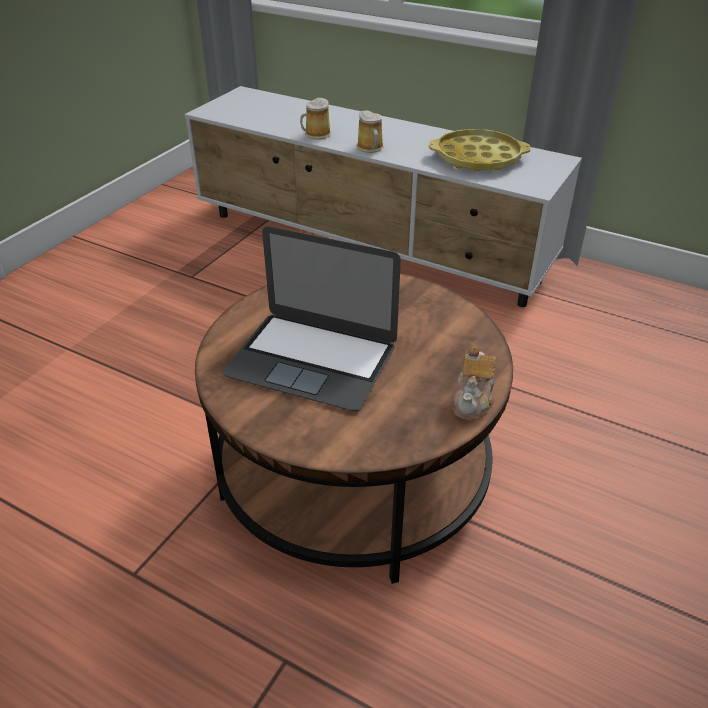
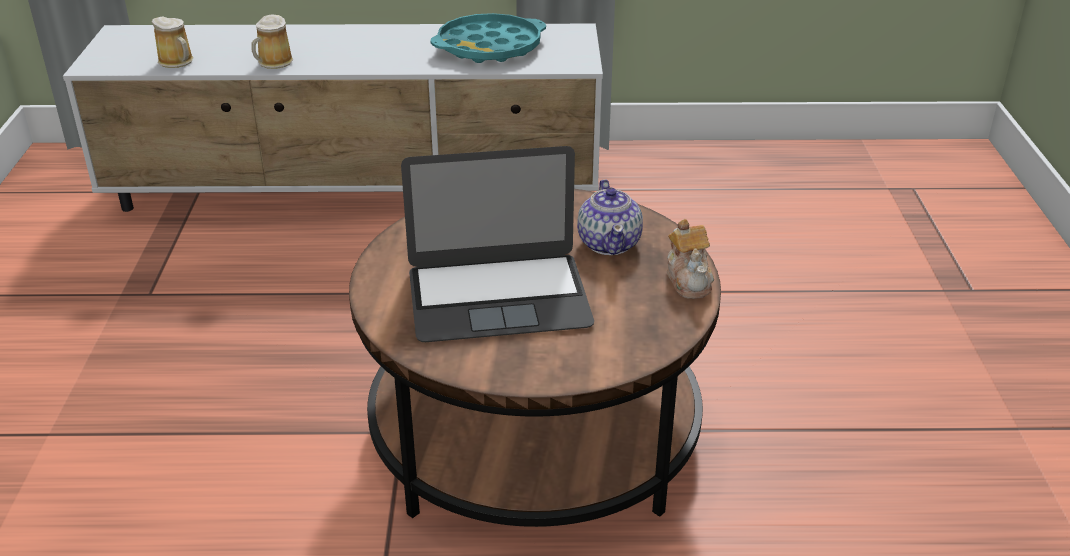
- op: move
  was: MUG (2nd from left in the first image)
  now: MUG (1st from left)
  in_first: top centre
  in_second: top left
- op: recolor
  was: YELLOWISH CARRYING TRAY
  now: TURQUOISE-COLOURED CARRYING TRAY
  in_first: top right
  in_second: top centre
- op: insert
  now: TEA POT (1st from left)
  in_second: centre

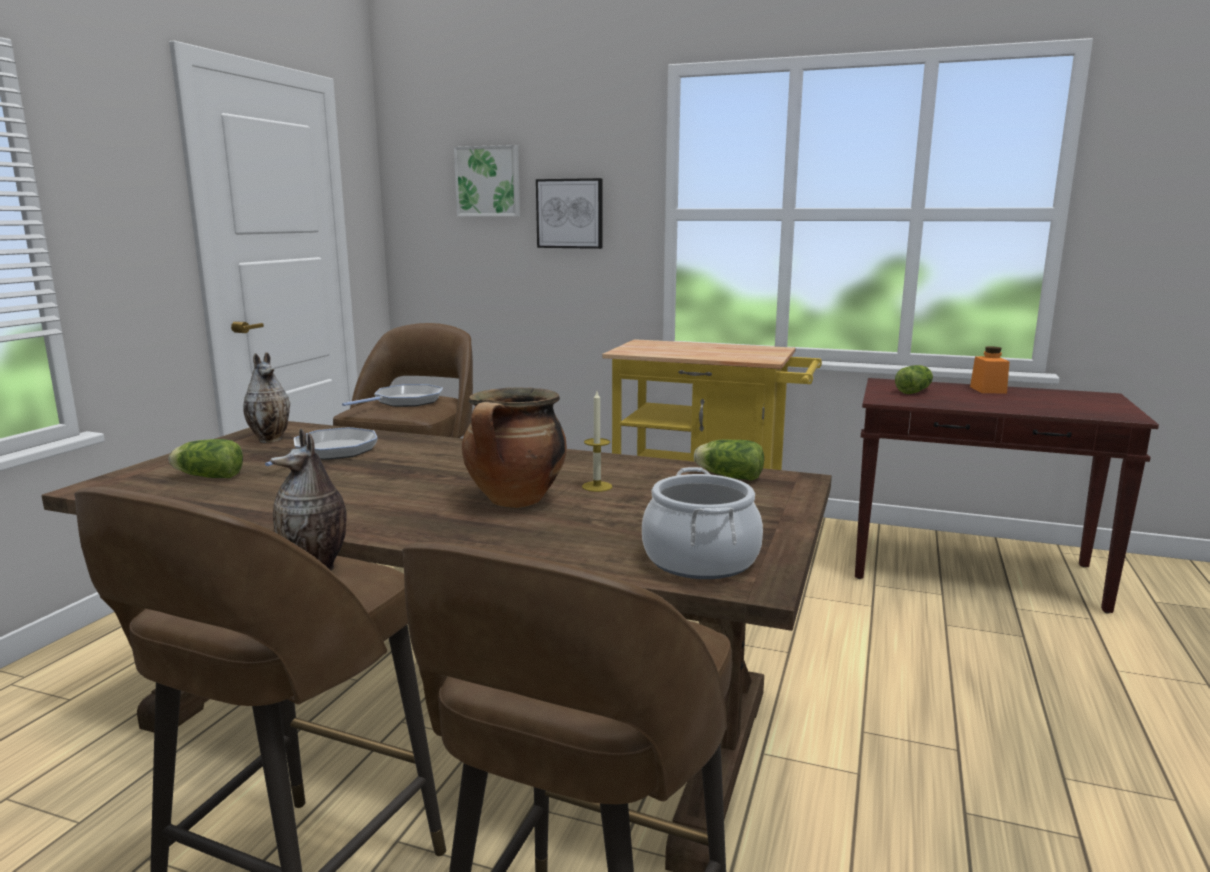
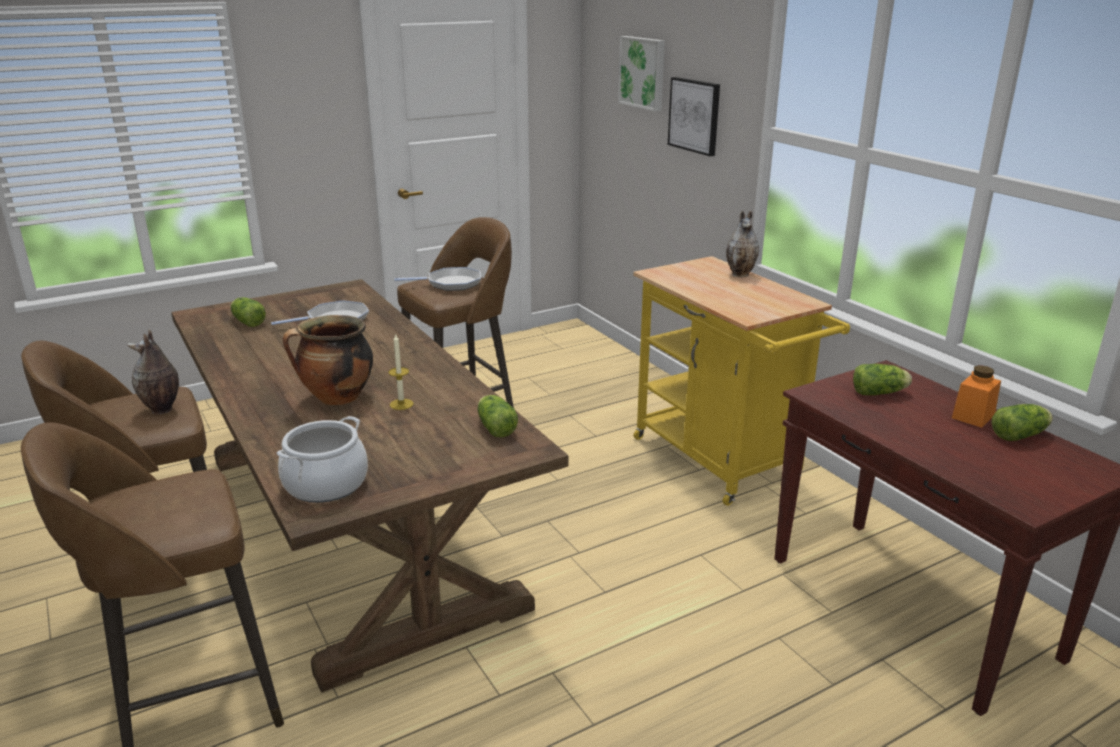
- op: move
  was: VASE (1st from left in the first image)
  now: VASE (2nd from left)
  in_first: middle left
  in_second: top centre
- op: insert
  now: HEAD OF LETTUCE (4th from left)
  in_second: middle right

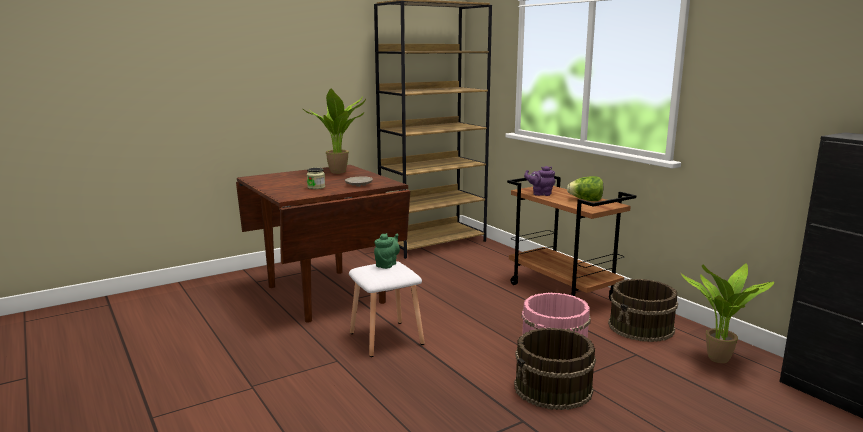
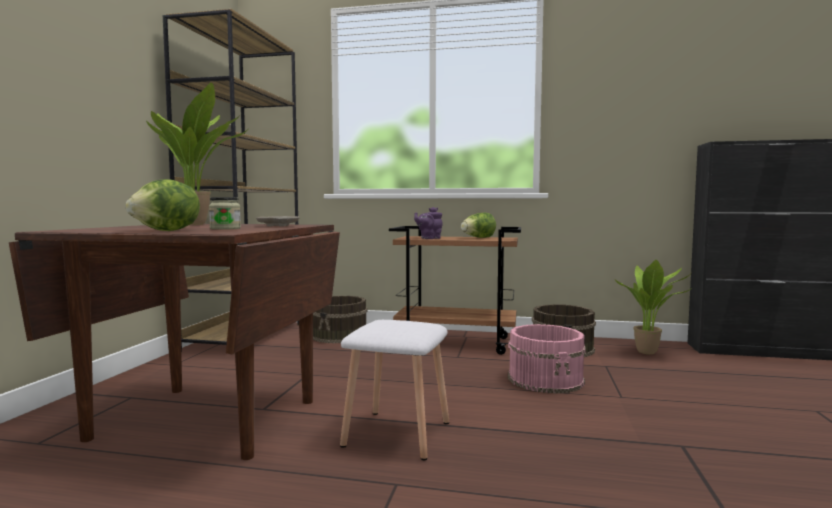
- op: delete
  was: GREENISH TEA POT
  in_first: centre
- op: move
  was: BROWN-COLOURED BUCKET (1st from left)
  in_first: bottom centre
  in_second: centre
- op: insert
  now: HEAD OF LETTUCE (1st from left)
  in_second: middle left

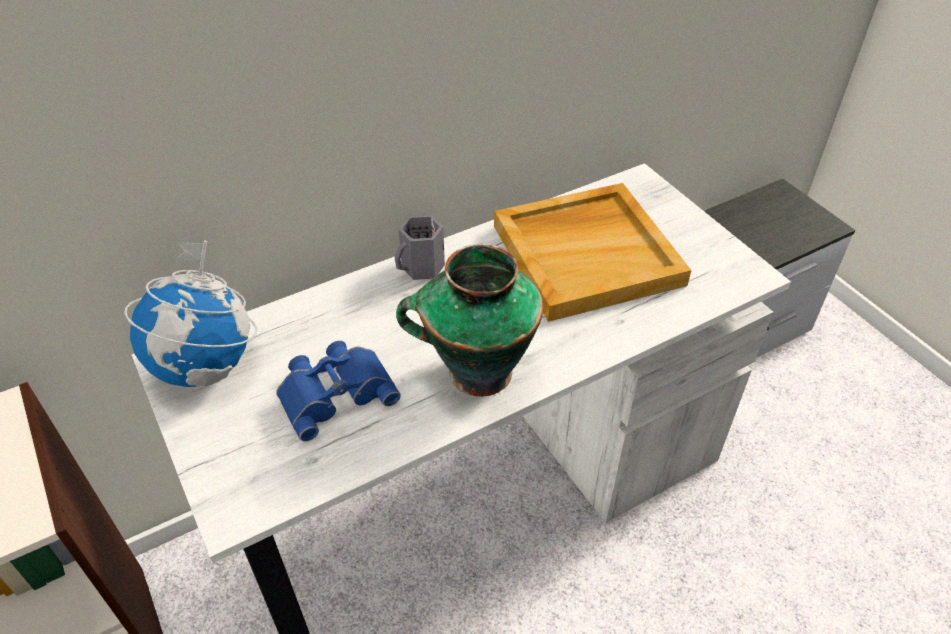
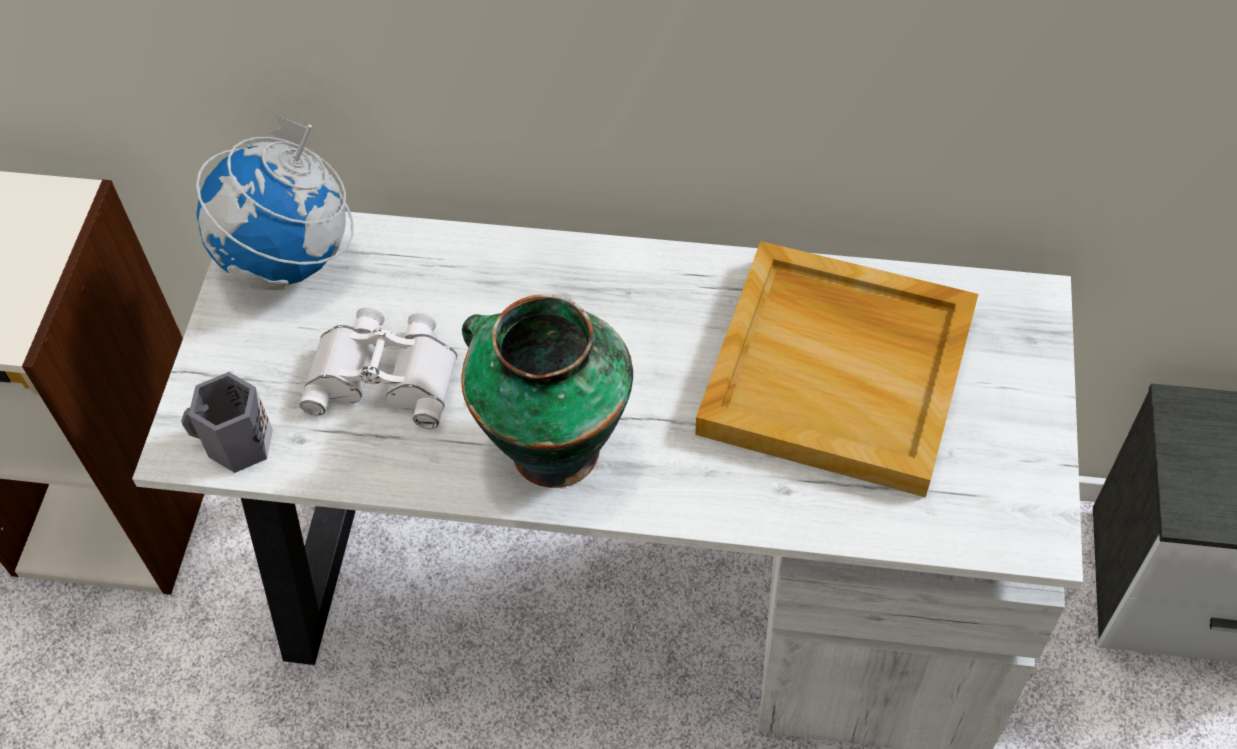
- op: recolor
  was: BLUE FIELD GLASSES
  now: WHITISH FIELD GLASSES
  in_first: centre
  in_second: middle left
- op: move
  was: GREYISH MUG
  in_first: centre
  in_second: middle left

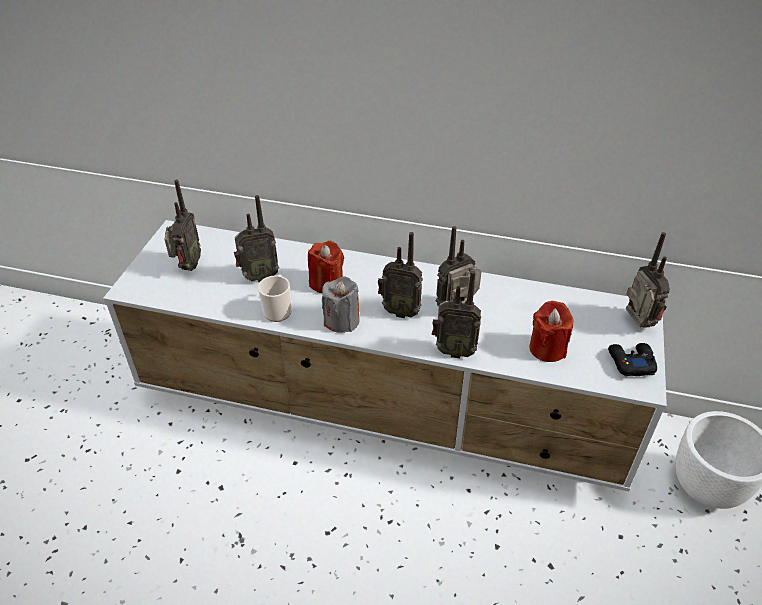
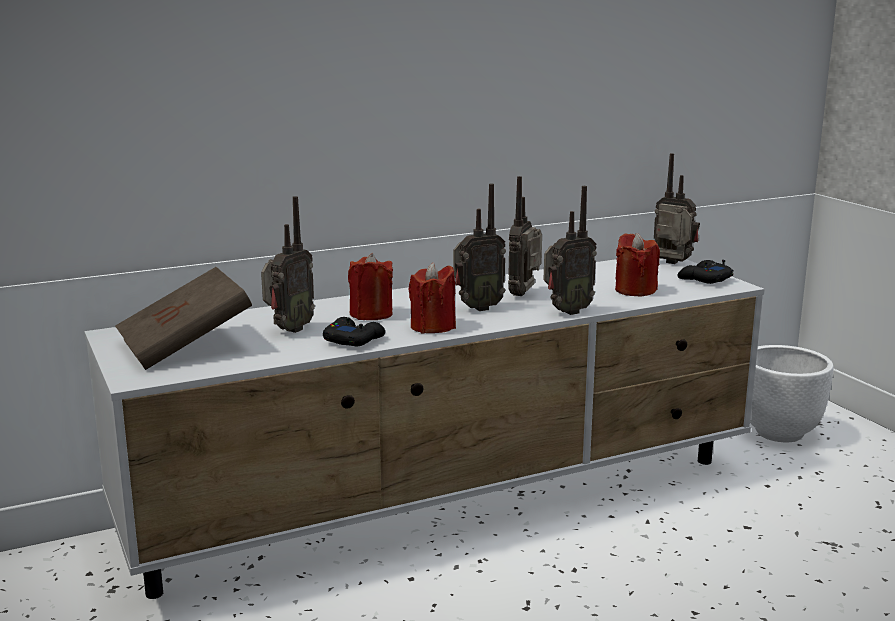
- op: replace
  was: RADIO (1st from left)
  now: BROWN-COLOURED BOOK
  in_first: middle left
  in_second: middle left
- op: replace
  was: MUG
  now: BLACK GAMEPAD (1st from left)
  in_first: centre
  in_second: centre
- op: recolor
  was: GREYISH CANDLE
  now: RED CANDLE (2nd from left)
  in_first: centre
  in_second: centre

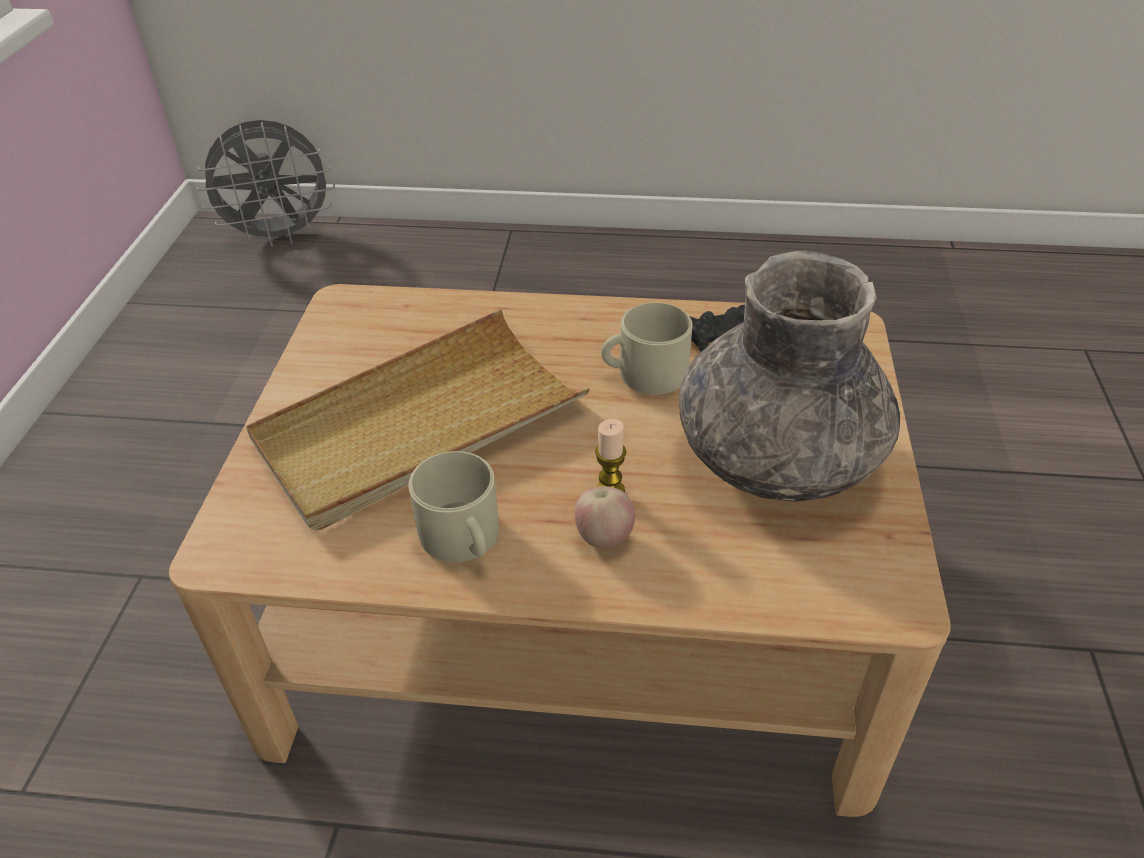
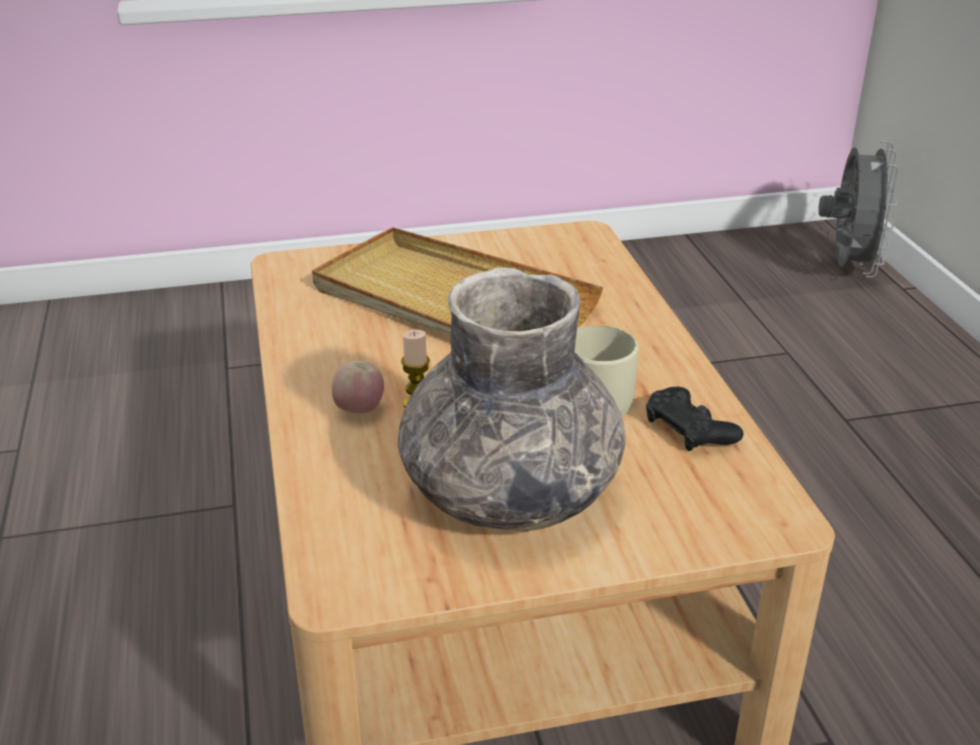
- op: rotate
  was: GREYISH COOLING FAN
  in_first: top left
  in_second: top right
  clockwise: -135
- op: delete
  was: BEIGE MUG (1st from left)
  in_first: centre

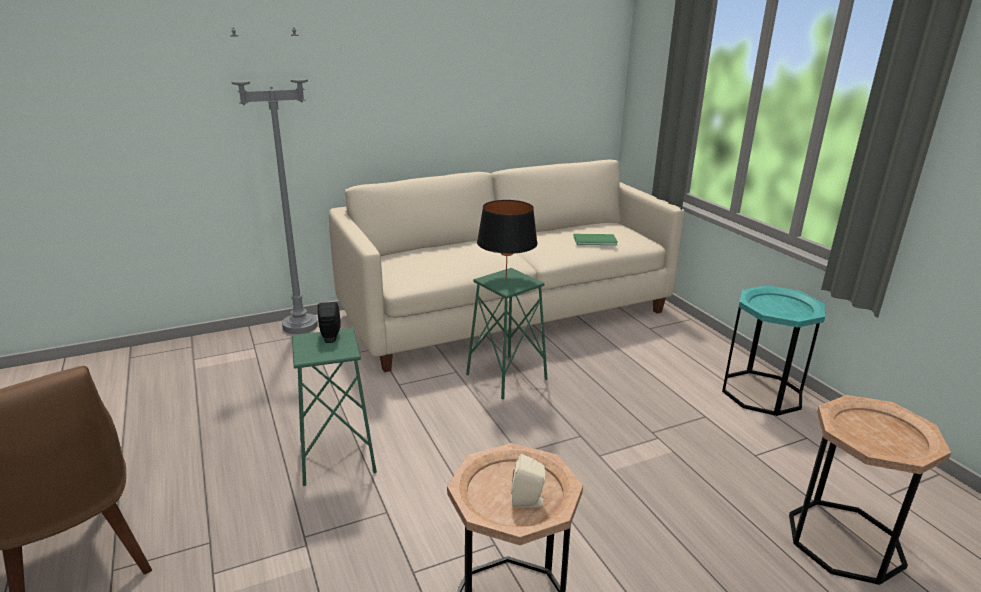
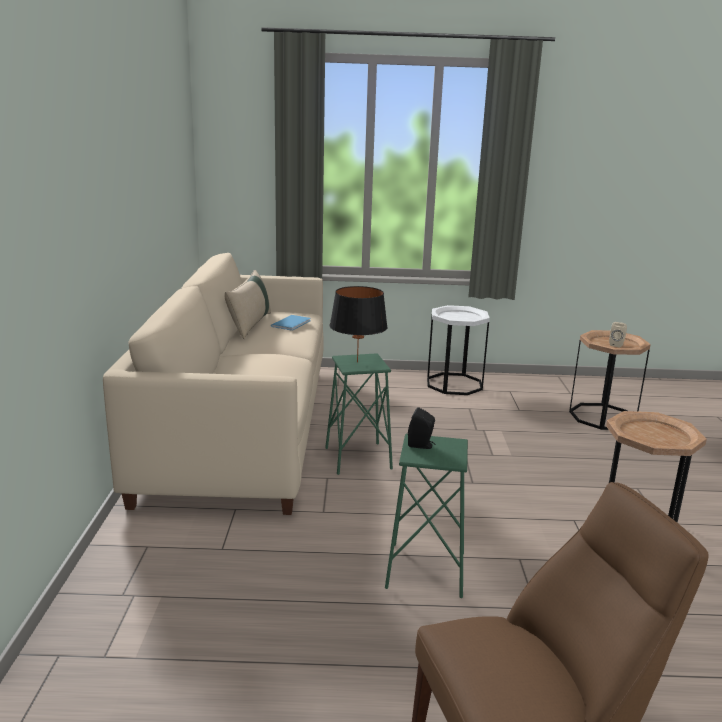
- op: delete
  was: GREYISH STANDARD LAMP
  in_first: top left
- op: move
  was: BEIGE SPEAKER
  in_first: bottom centre
  in_second: middle right
- op: recolor
  was: GREENISH BOOK
  now: BLUE BOOK
  in_first: centre
  in_second: centre
- op: recolor
  was: TURQUOISE-COLOURED END TABLE
  now: WHITISH END TABLE
  in_first: middle right
  in_second: centre
- op: insert
  now: BEIGE PILLOW
  in_second: centre

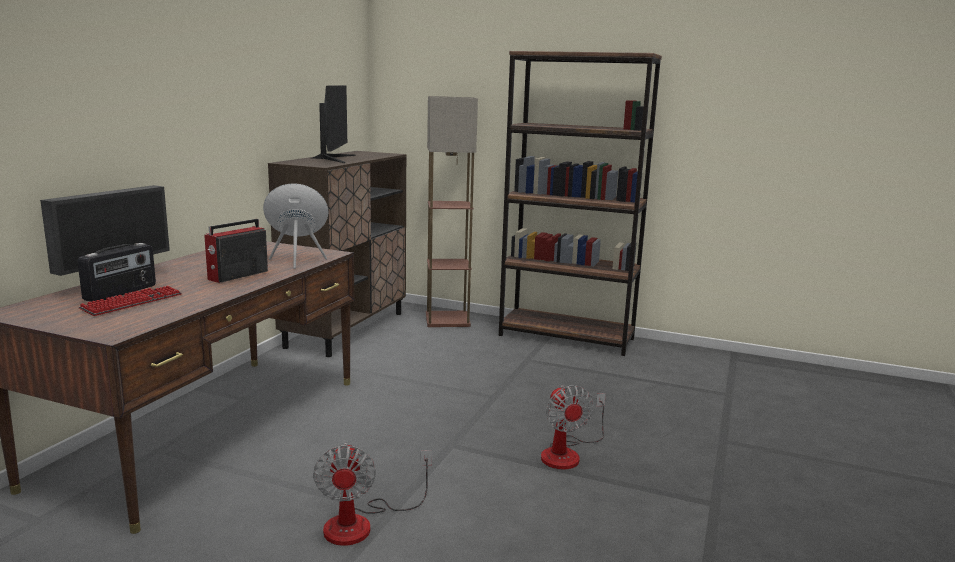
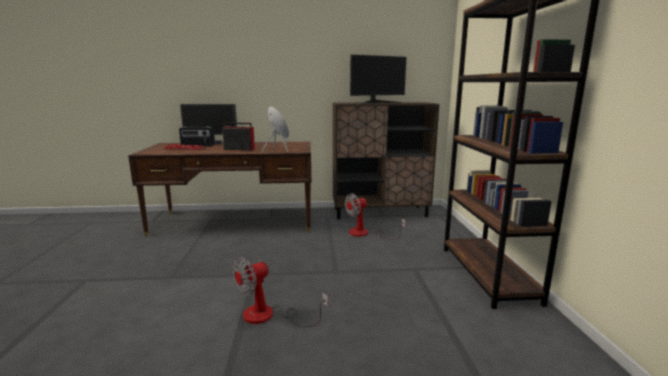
- op: move
  was: COOLING FAN (1st from left in the first image)
  now: COOLING FAN (2nd from left)
  in_first: bottom centre
  in_second: centre
- op: delete
  was: STANDARD LAMP
  in_first: centre

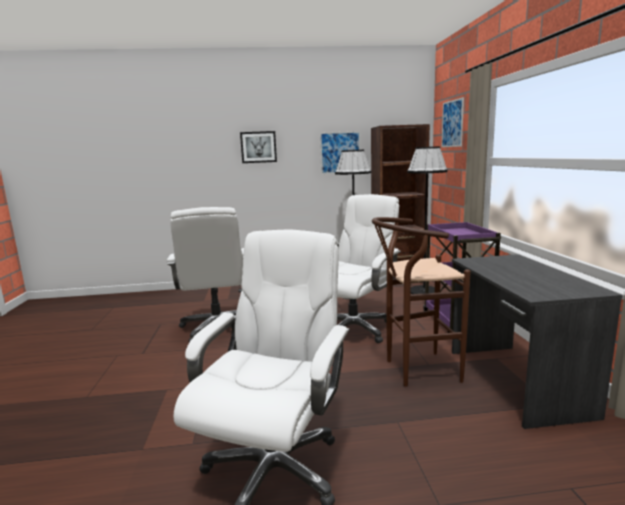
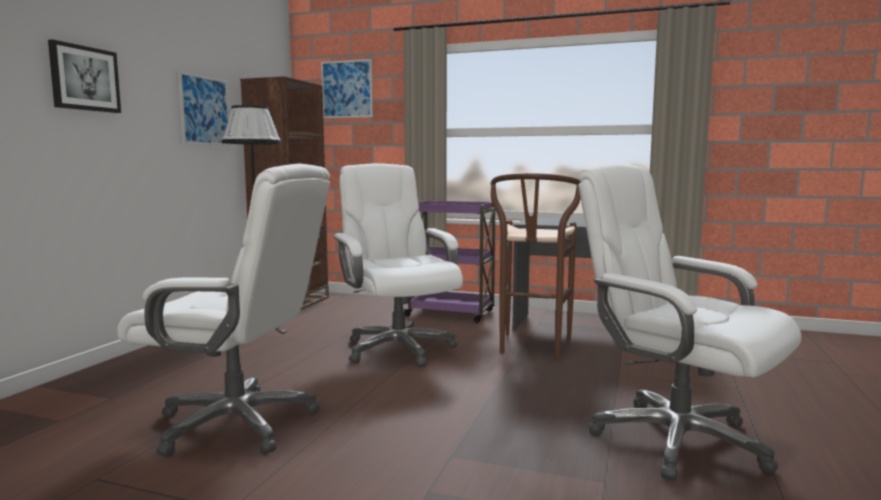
- op: delete
  was: BLACK STANDARD LAMP (2nd from left)
  in_first: middle right

